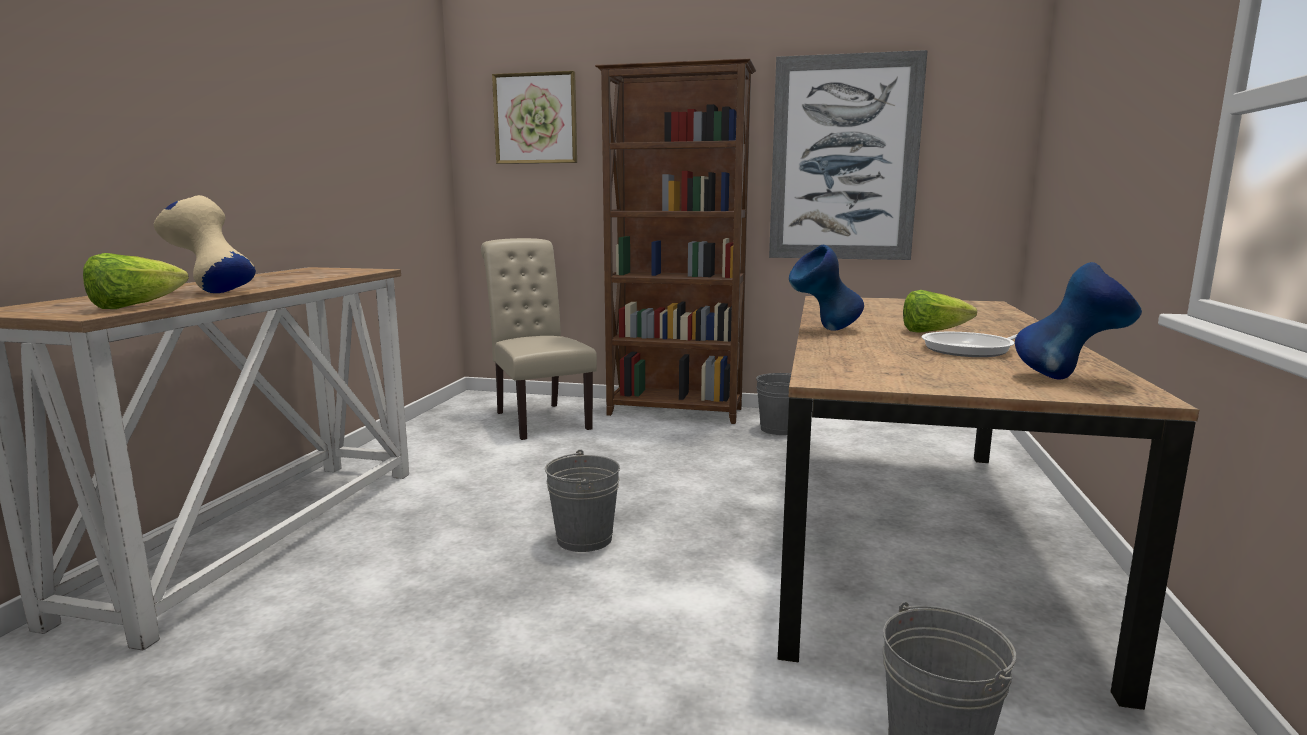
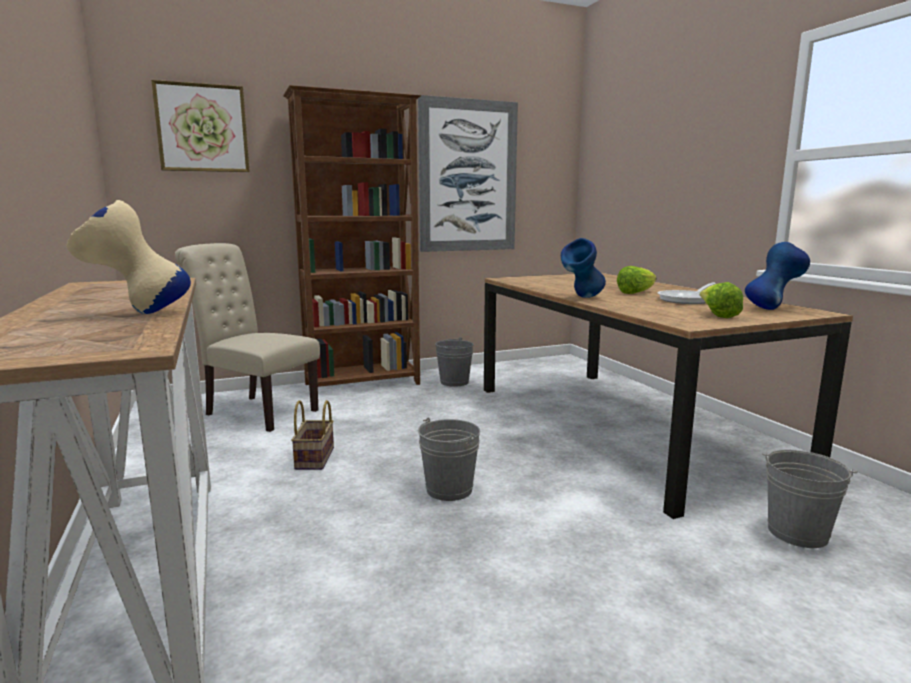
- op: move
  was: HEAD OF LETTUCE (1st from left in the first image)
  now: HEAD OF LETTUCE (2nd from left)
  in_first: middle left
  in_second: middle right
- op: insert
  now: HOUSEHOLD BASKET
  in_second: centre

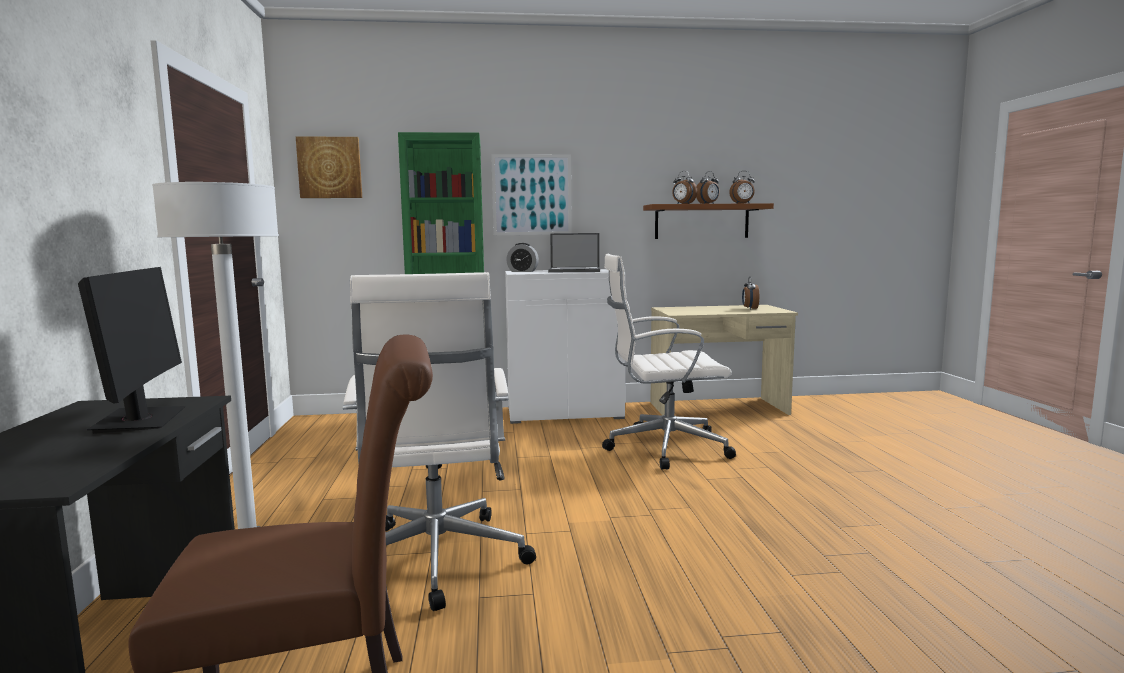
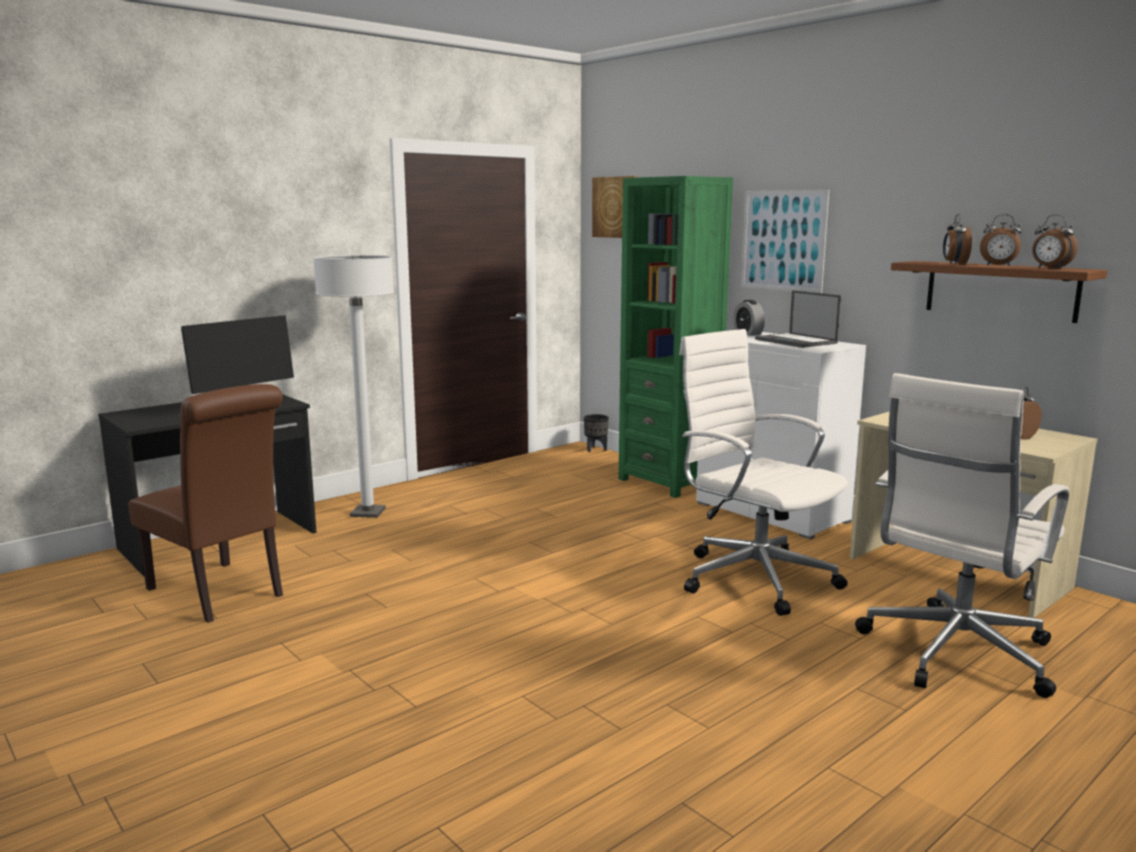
- op: move
  was: WHITISH COMPUTER CHAIR (1st from left in the first image)
  now: WHITISH COMPUTER CHAIR (2nd from left)
  in_first: centre
  in_second: middle right
- op: insert
  now: BLACK PLANT POT
  in_second: centre

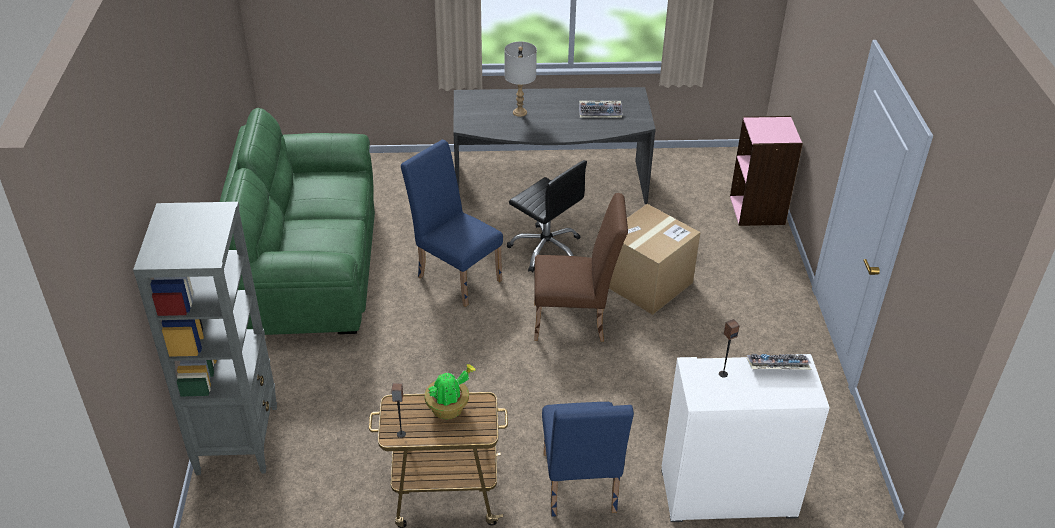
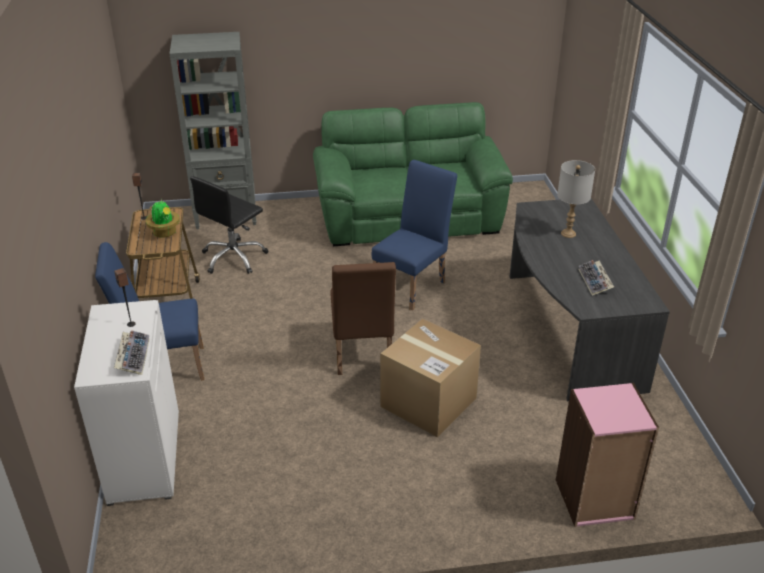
- op: move
  was: BLACK COMPUTER CHAIR
  in_first: centre
  in_second: middle left

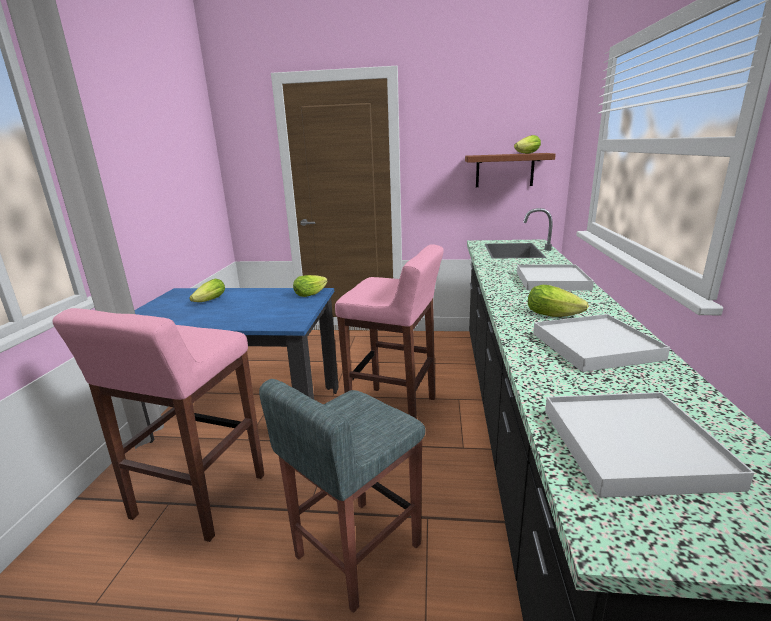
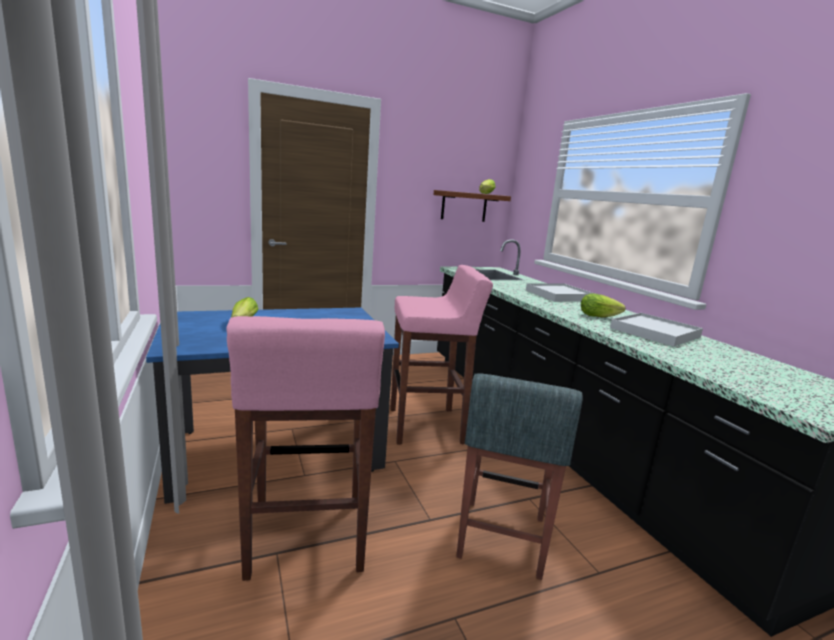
- op: delete
  was: HEAD OF LETTUCE (2nd from left)
  in_first: centre
- op: delete
  was: WHITISH CARRYING TRAY (3rd from left)
  in_first: bottom right

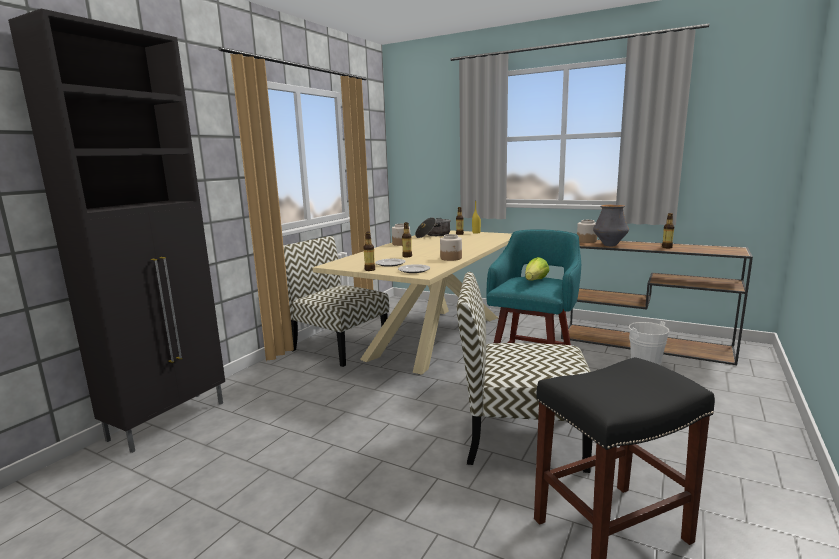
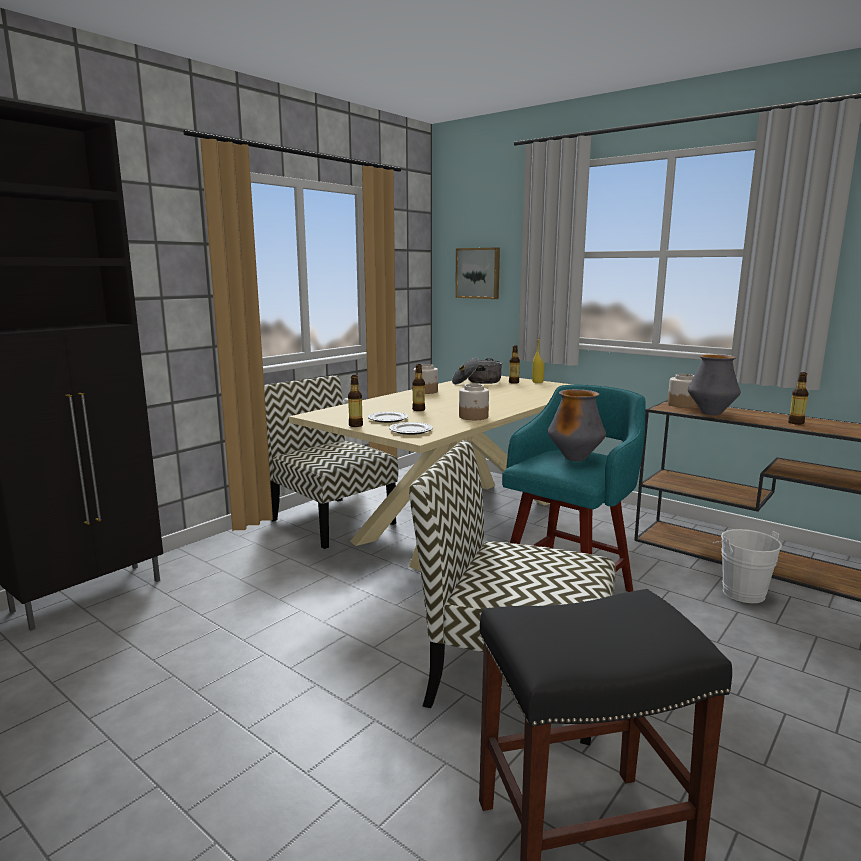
- op: replace
  was: HEAD OF LETTUCE
  now: VASE (1st from left)
  in_first: centre
  in_second: middle right
- op: insert
  now: WALL PICTURE
  in_second: top centre

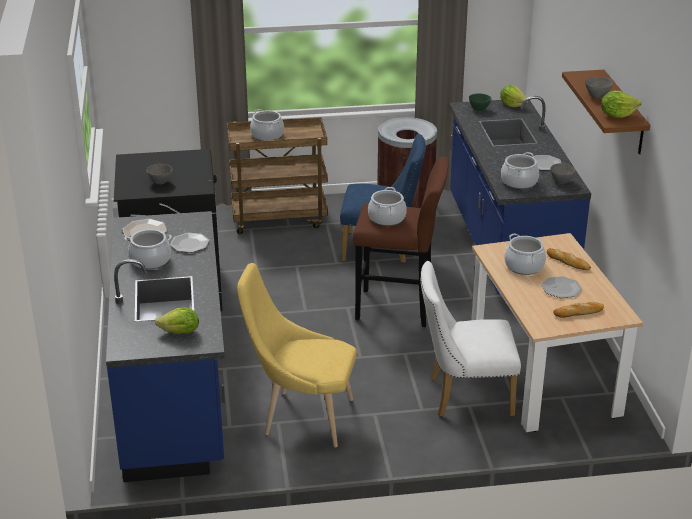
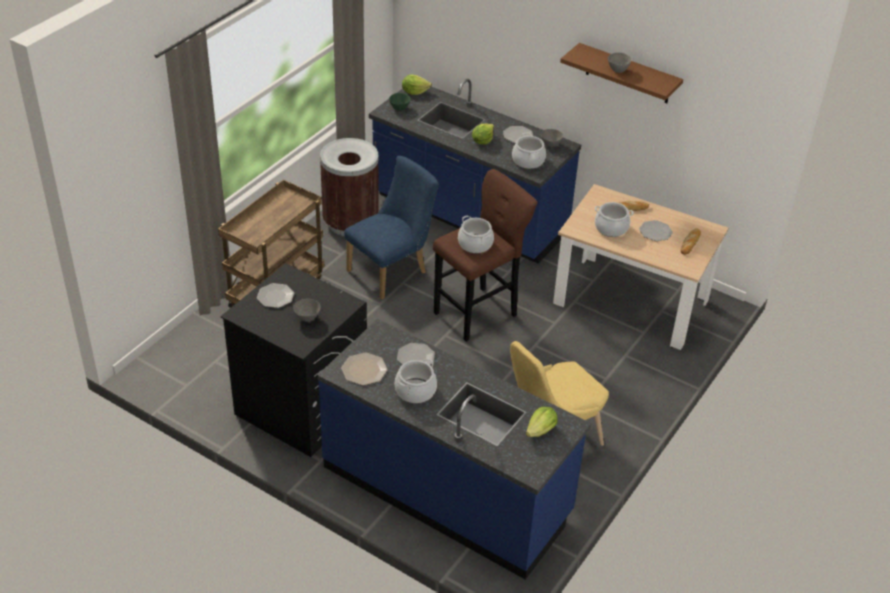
- op: delete
  was: SAUCEPOT (2nd from left)
  in_first: top centre
- op: delete
  was: WHITISH UPRIGHT CHAIR
  in_first: middle right
- op: move
  was: HEAD OF LETTUCE (3rd from left in the first image)
  now: HEAD OF LETTUCE (2nd from left)
  in_first: top right
  in_second: top centre
- op: insert
  now: PLATE (1st from left)
  in_second: middle left

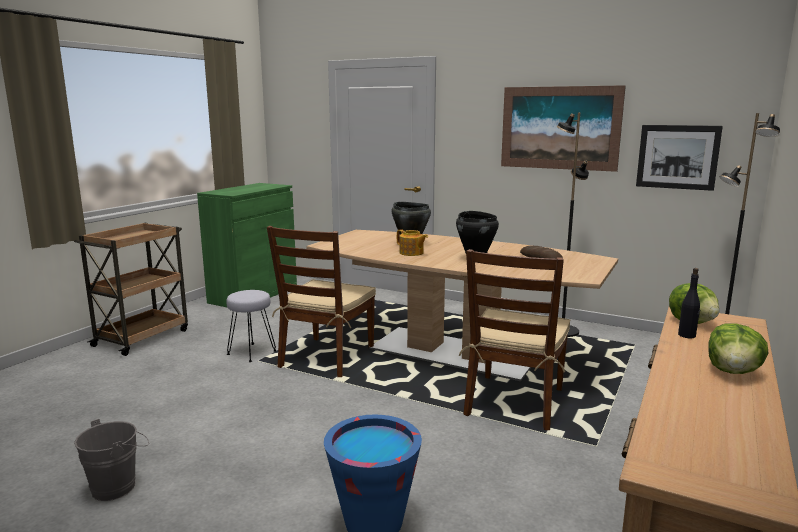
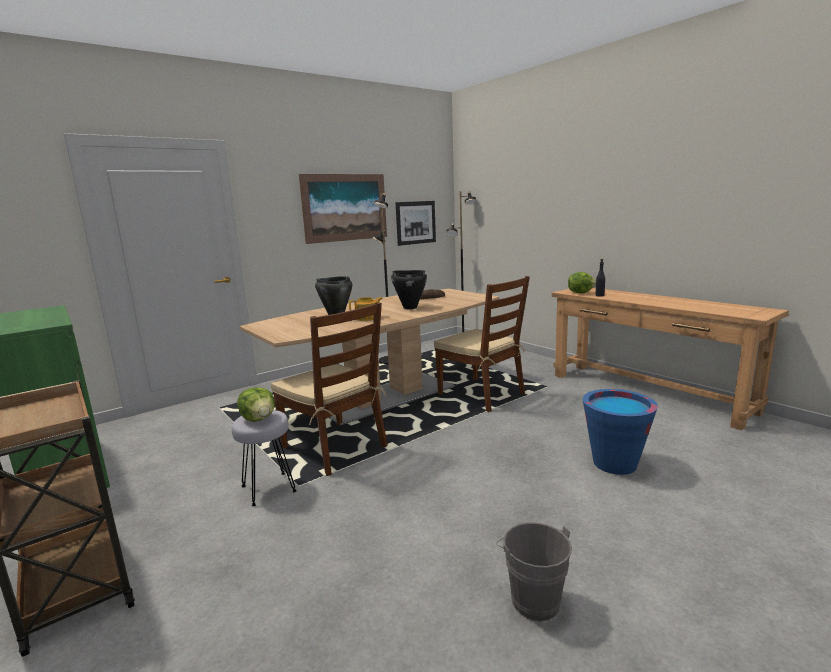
- op: move
  was: HEAD OF LETTUCE (2nd from left in the first image)
  now: HEAD OF LETTUCE (1st from left)
  in_first: middle right
  in_second: middle left

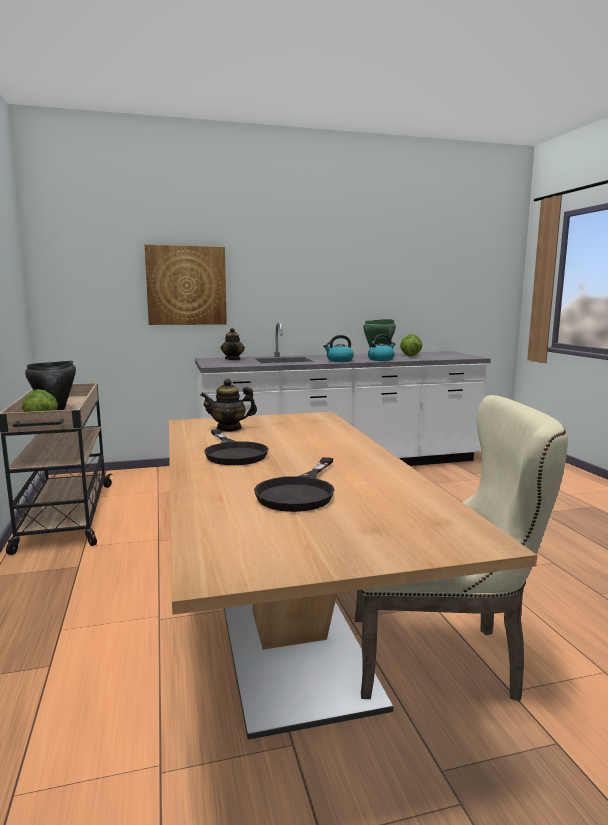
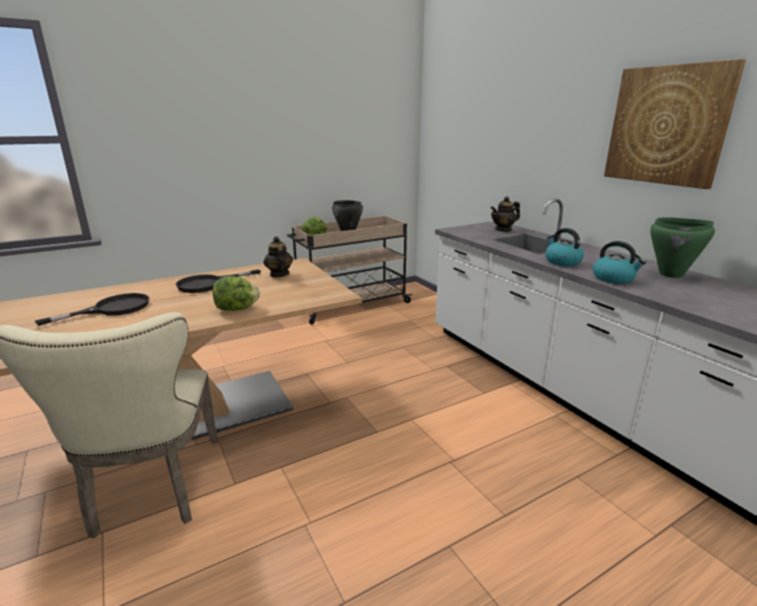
- op: move
  was: WALL PICTURE
  in_first: middle left
  in_second: top right
- op: rotate
  was: BLACK PAN (2nd from left in the first image)
  in_first: centre
  in_second: middle left
  clockwise: 135
- op: move
  was: HEAD OF LETTUCE (2nd from left in the first image)
  now: HEAD OF LETTUCE (1st from left)
  in_first: middle right
  in_second: middle left

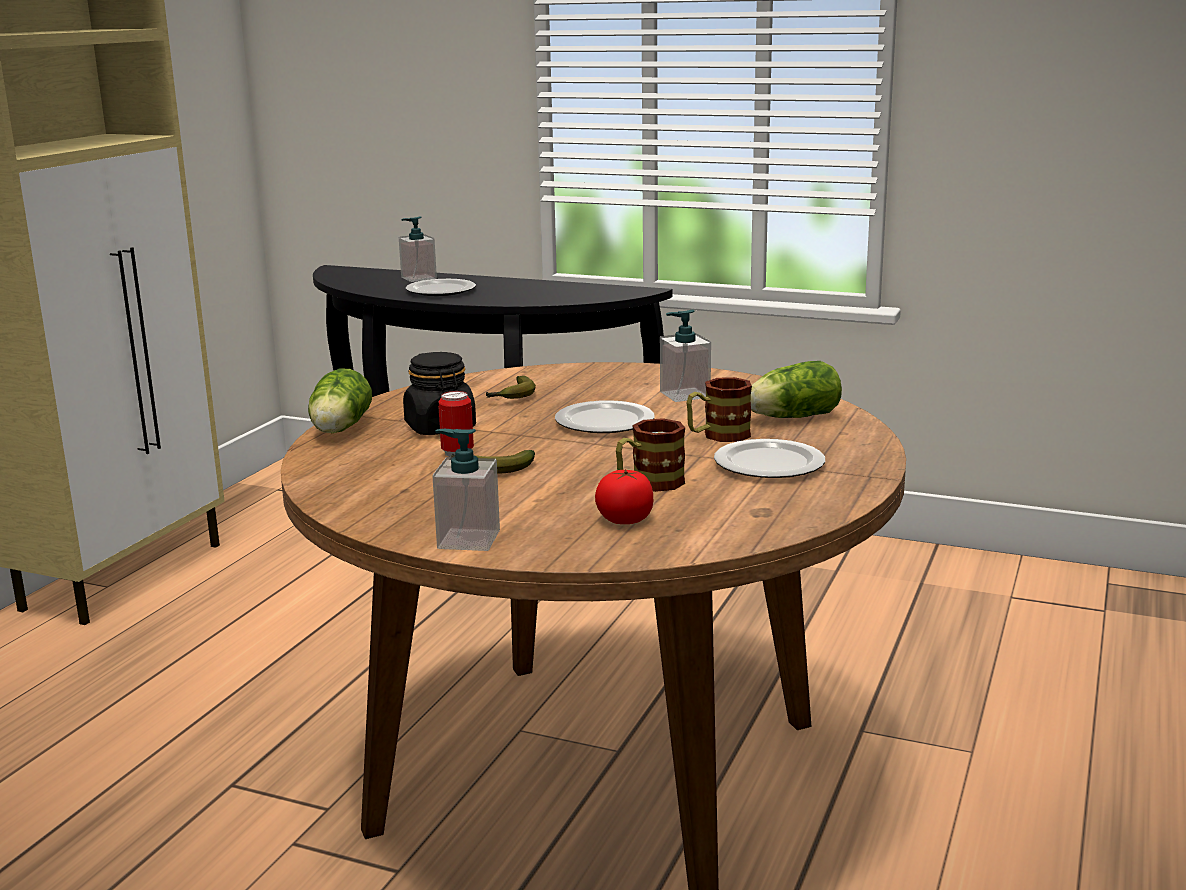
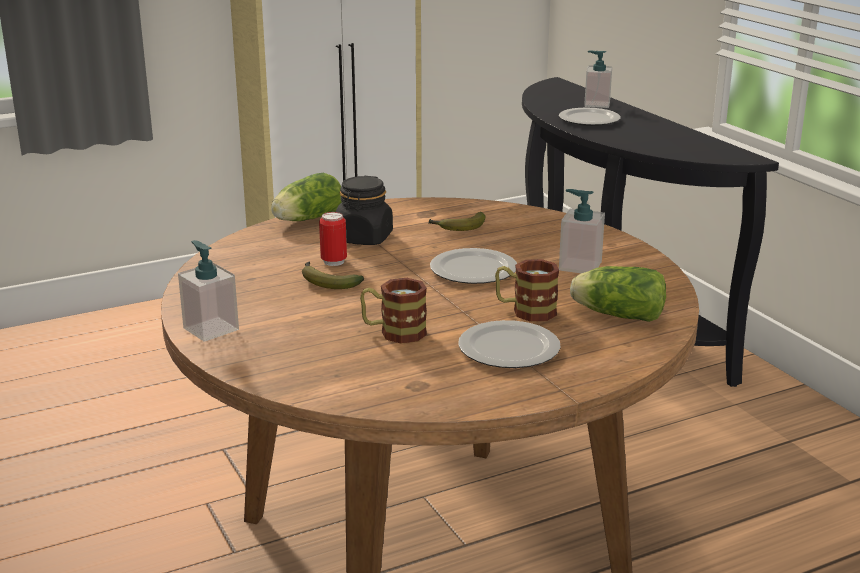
- op: delete
  was: FRESH TOMATO
  in_first: centre

